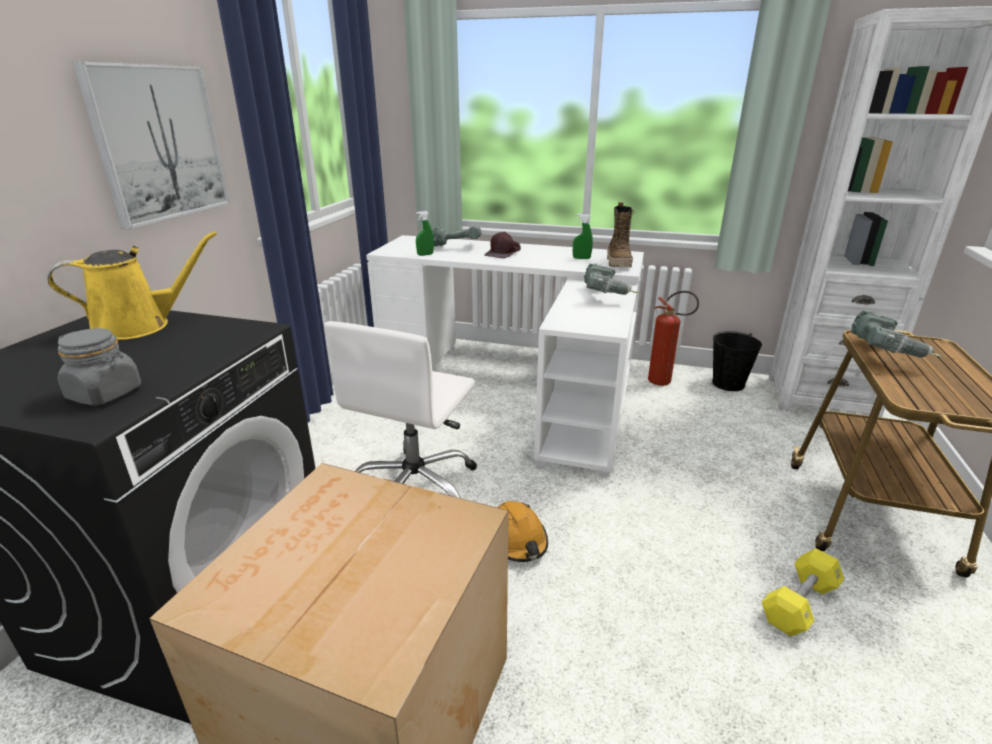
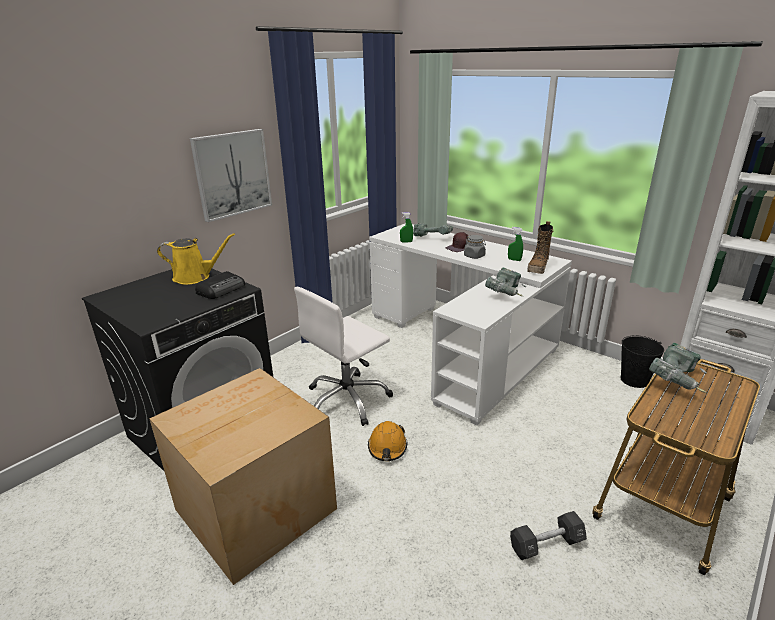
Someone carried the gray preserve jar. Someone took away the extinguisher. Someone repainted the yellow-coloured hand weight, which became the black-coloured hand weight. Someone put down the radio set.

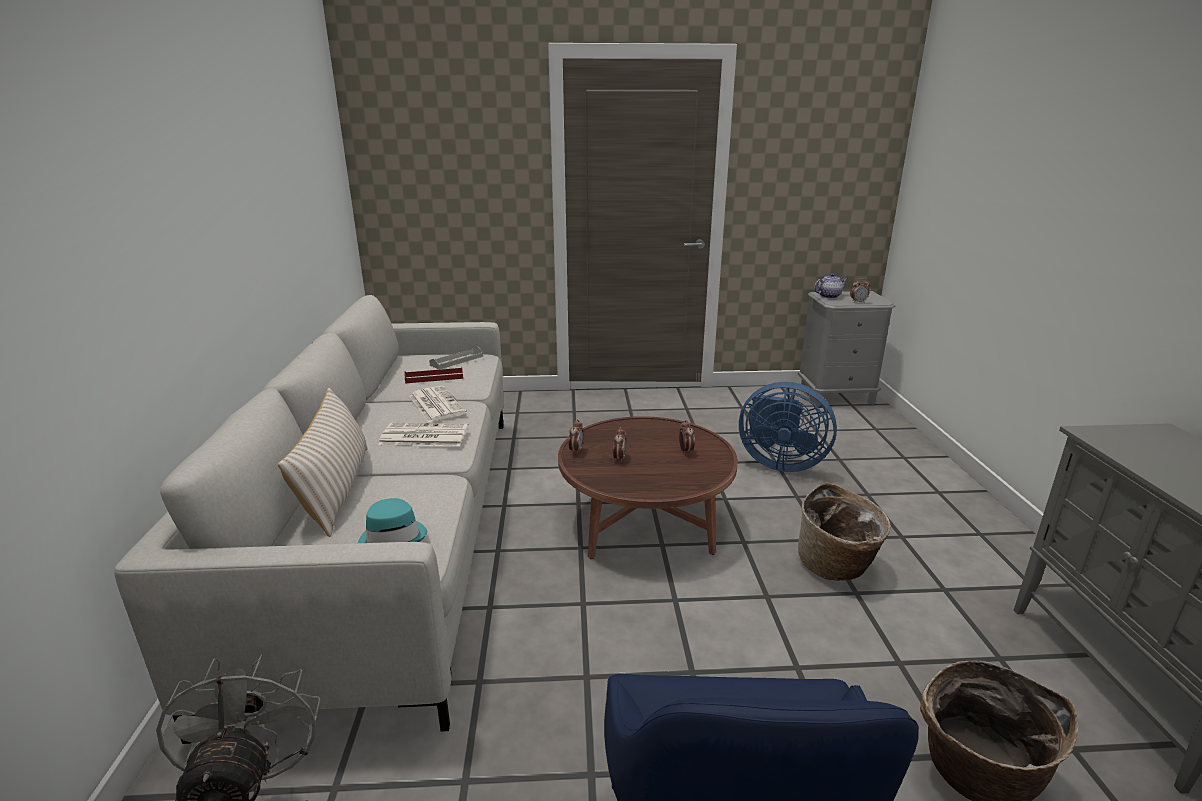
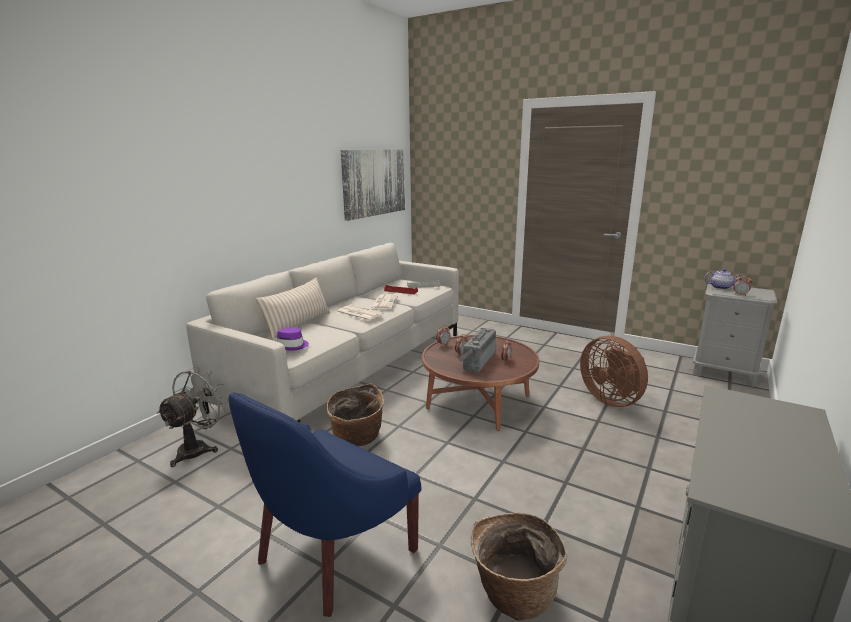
Someone repainted the turquoise-coloured wearable hat, which became the purple wearable hat. Someone repainted the bluish electric fan, which became the brownish electric fan. Someone carried the basket (no. 1 from left). Someone put up the picture. Someone put down the radio set.

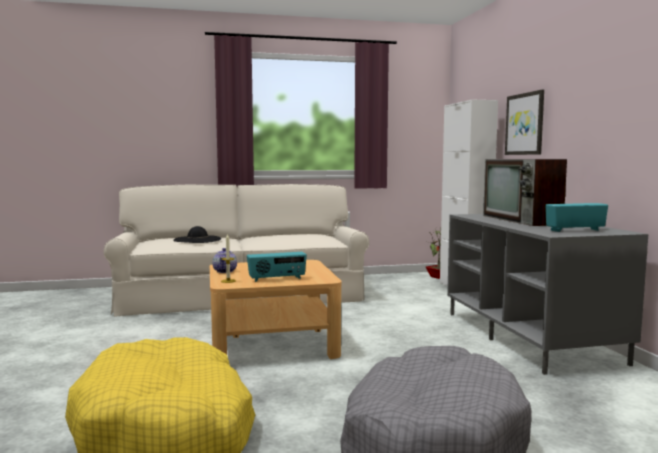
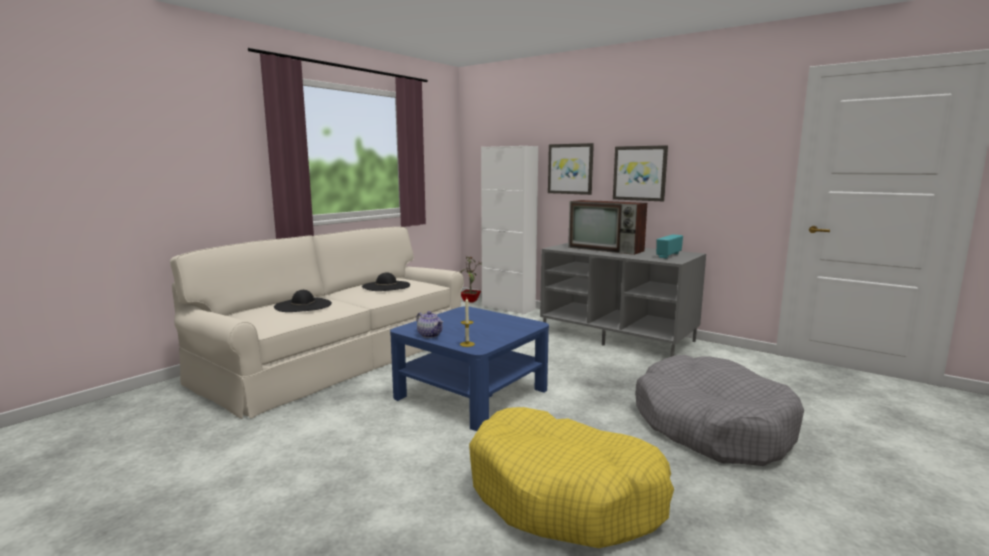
Someone repainted the beige-coloured coffee table, which became the bluish coffee table. Someone took away the radio set (no. 1 from left). Someone put down the black-coloured wearable hat (no. 2 from left). Someone put up the picture (no. 2 from left).

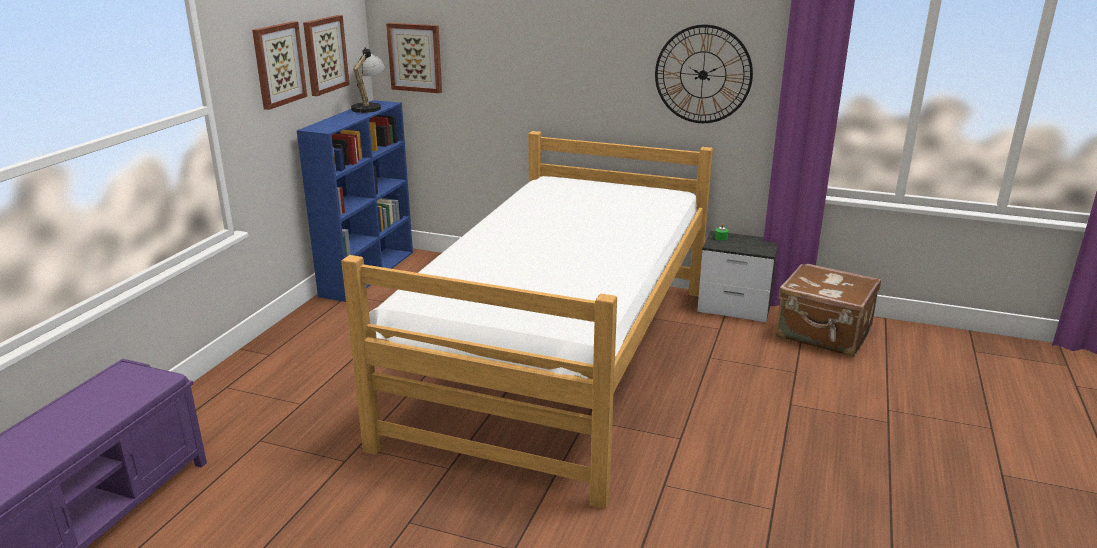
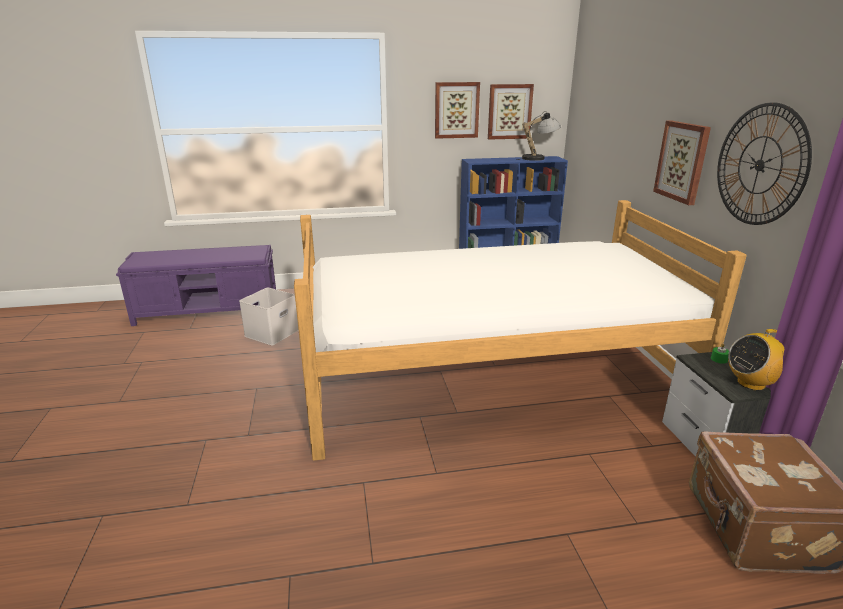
Someone carried the picture (no. 3 from left). Someone put down the white-coloured storage box. Someone put down the radio set.

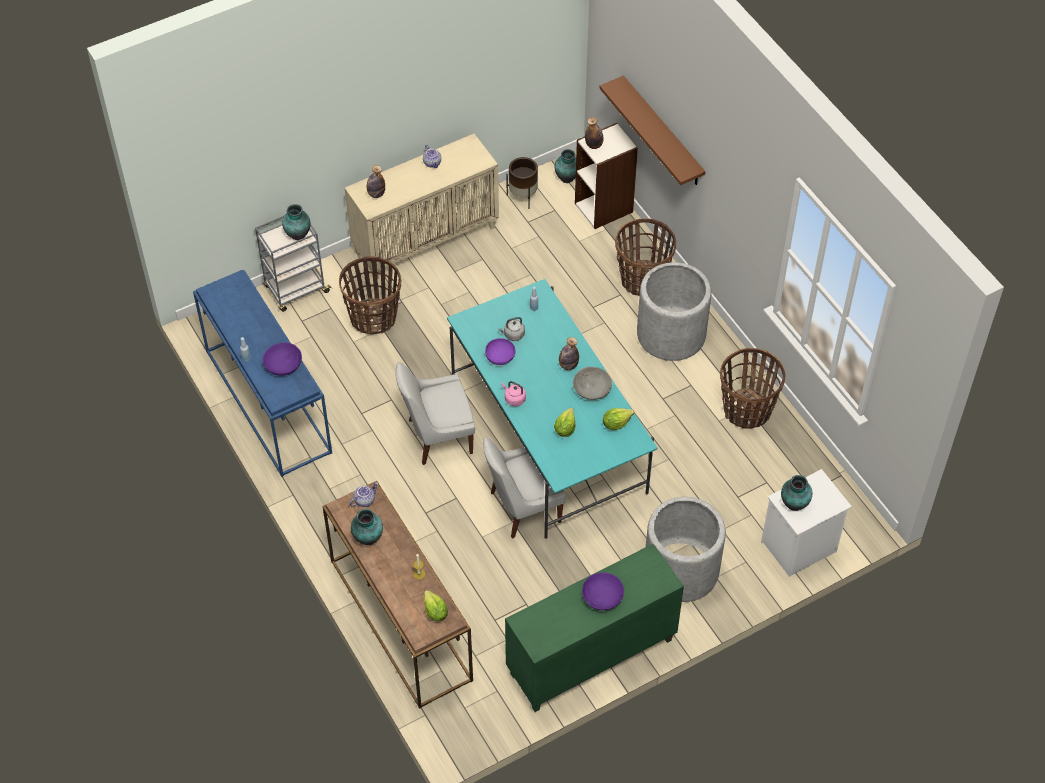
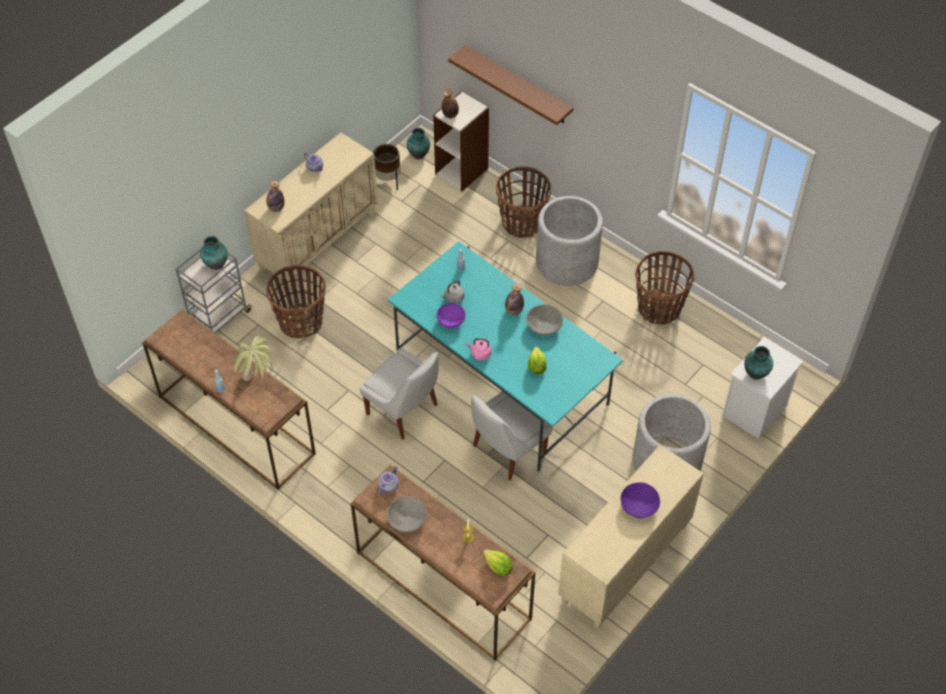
Someone repainted the bluish narrow table, which became the brownish narrow table (no. 1 from left). Someone swapped the purple deep dish (no. 1 from left) for the houseplant. Someone swapped the flower vase (no. 2 from left) for the gray deep dish (no. 1 from left). Someone rotated the white-coloured chair (no. 1 from left) by 105 degrees counterclockwise. Someone repainted the greenish cabinet, which became the beige-coloured cabinet (no. 2 from left). Someone took away the head of lettuce (no. 3 from left).

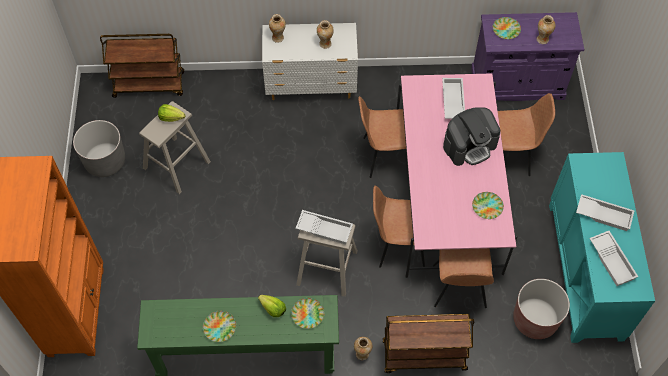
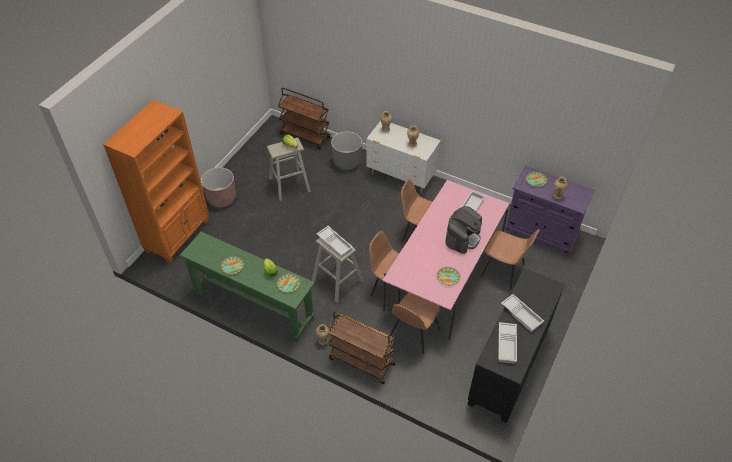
Someone carried the gray flower pot. Someone rotated the coffee maker by 60 degrees counterclockwise. Someone carried the brownish flower pot. Someone repainted the turquoise-coloured cabinet, which became the black-coloured cabinet.

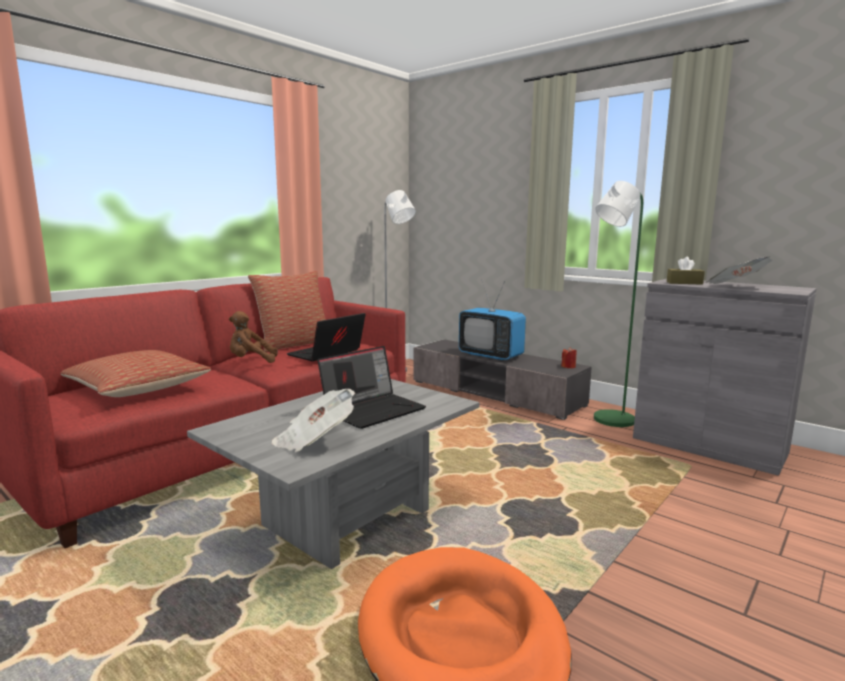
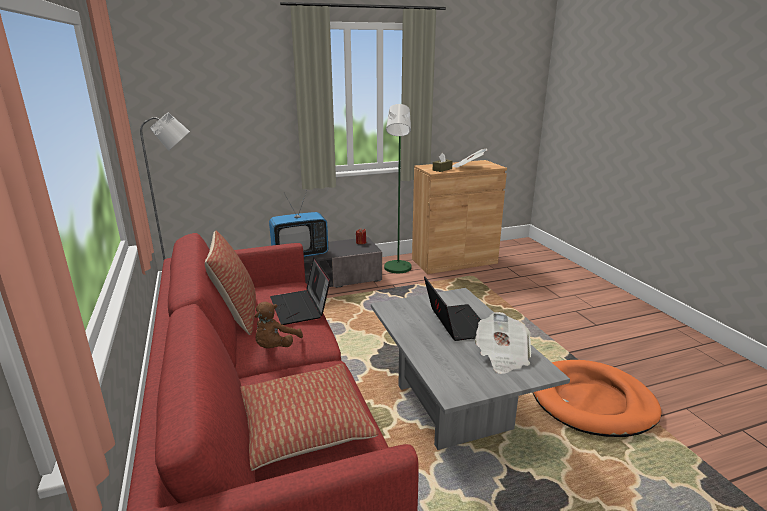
Someone repainted the gray cabinet, which became the brownish cabinet.

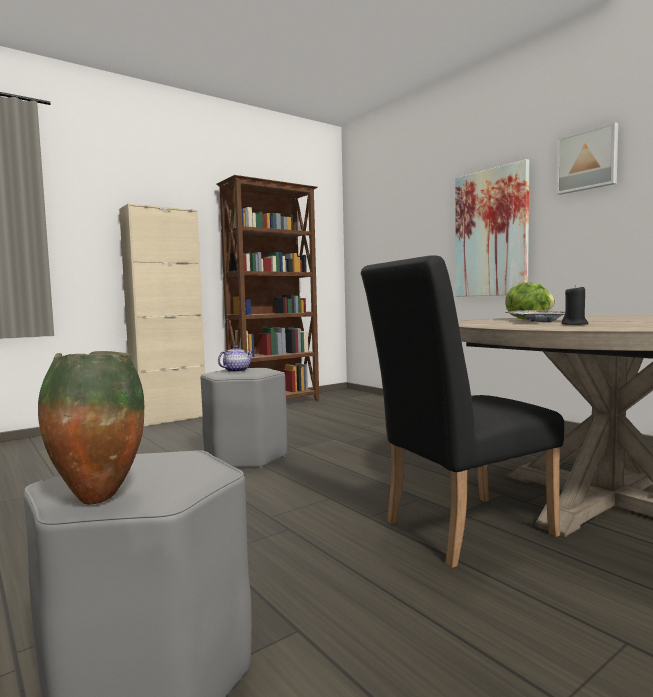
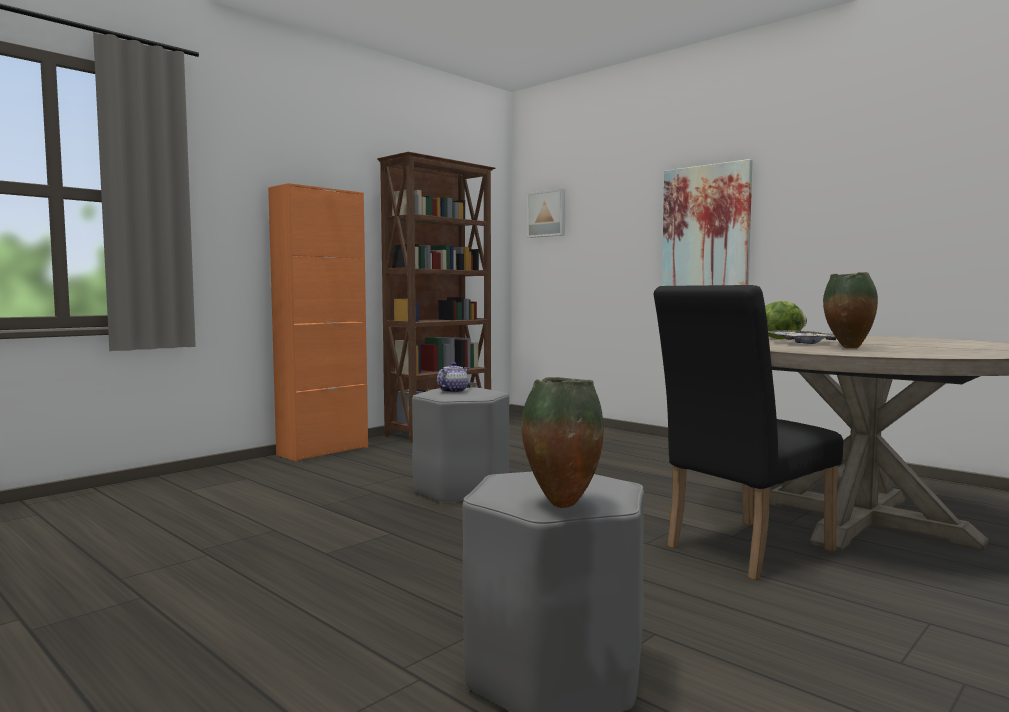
Someone repainted the beige-coloured cabinet, which became the orange cabinet. Someone carried the picture (no. 2 from left in the first image). Someone swapped the black-coloured candle for the flower vase (no. 2 from left).

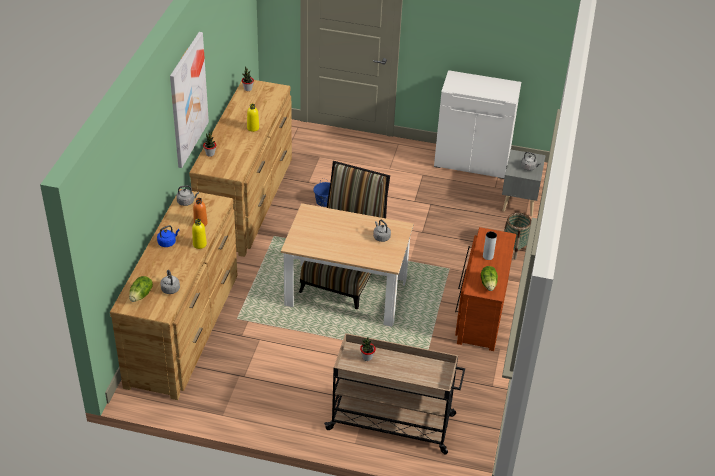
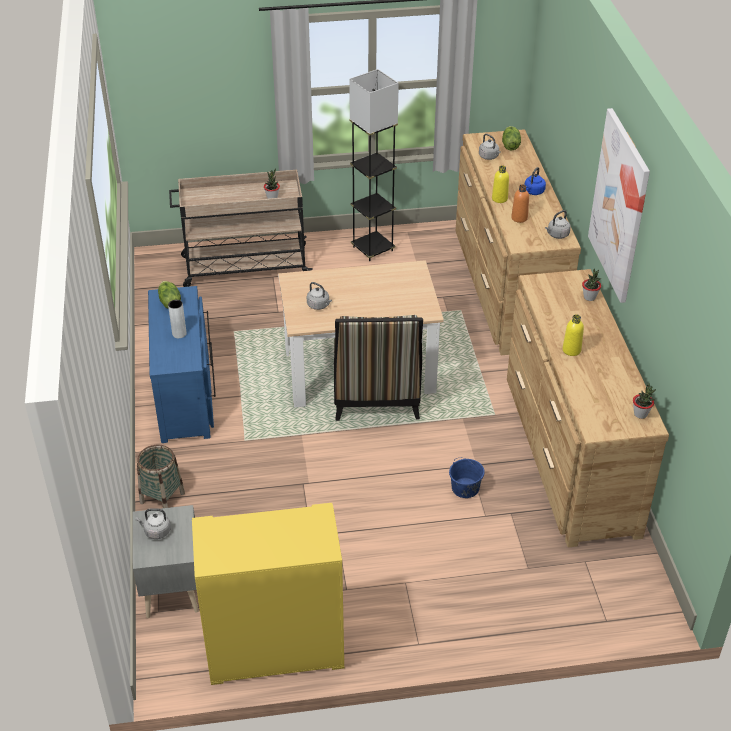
Someone repainted the white-coloured cabinet, which became the yellow-coloured cabinet. Someone repainted the brownish chest of drawers (no. 3 from left), which became the bluish chest of drawers. Someone put down the gray standard lamp.

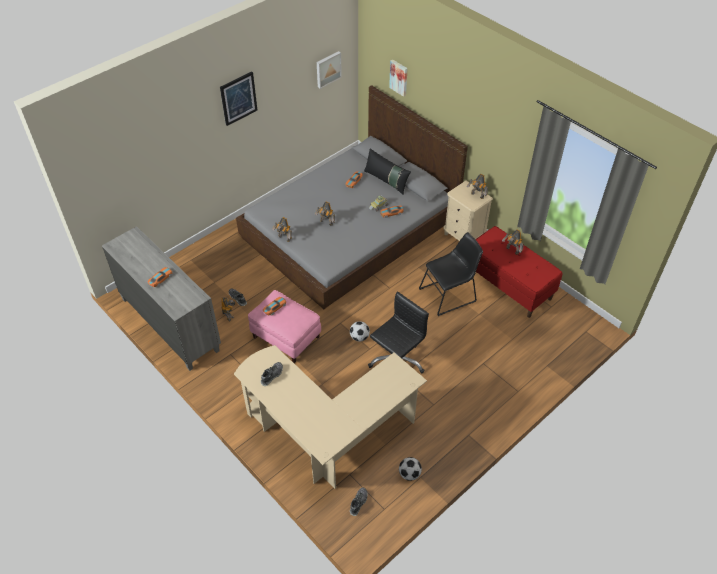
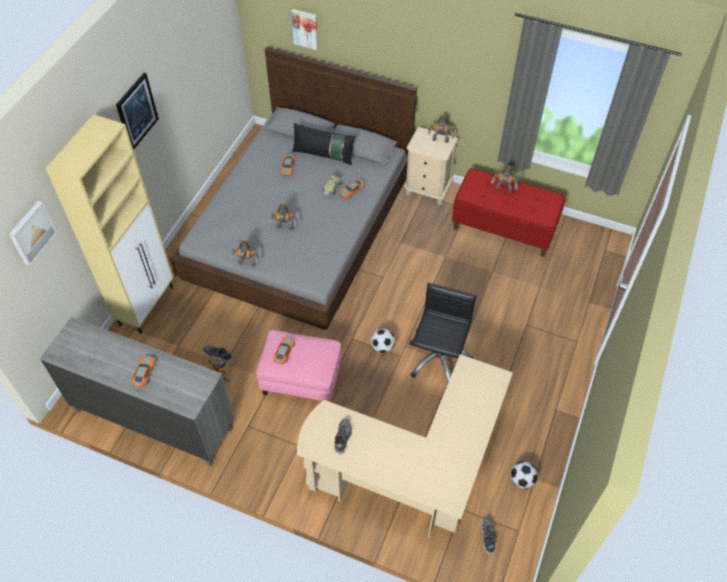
Someone carried the picture (no. 2 from left in the first image). Someone took away the black-coloured chair. Someone put down the beige-coloured cabinet.

